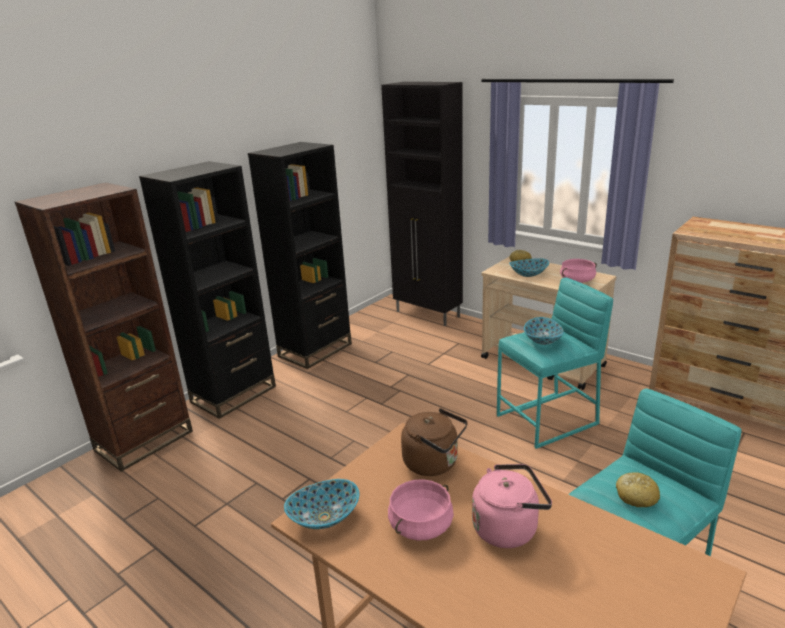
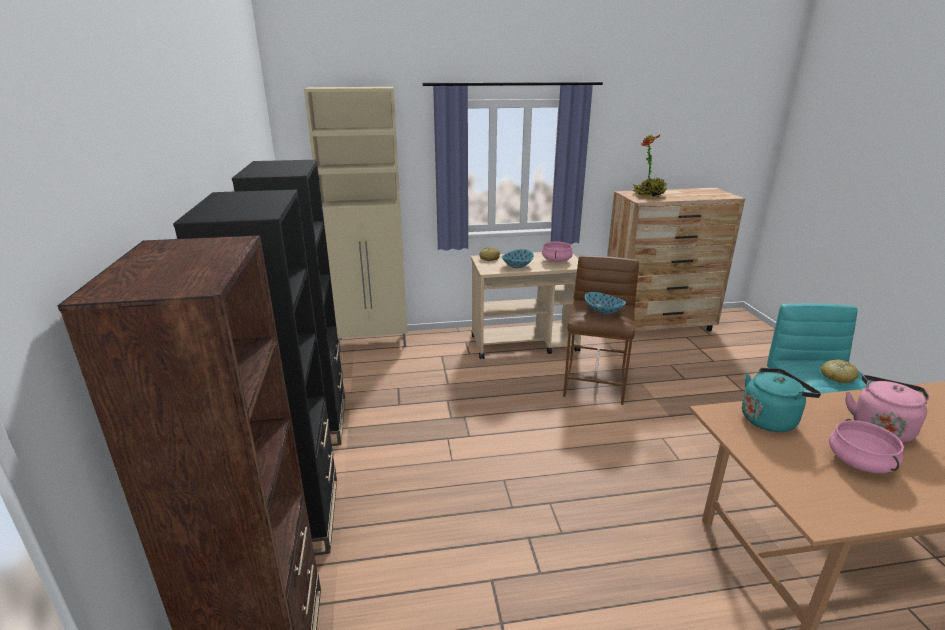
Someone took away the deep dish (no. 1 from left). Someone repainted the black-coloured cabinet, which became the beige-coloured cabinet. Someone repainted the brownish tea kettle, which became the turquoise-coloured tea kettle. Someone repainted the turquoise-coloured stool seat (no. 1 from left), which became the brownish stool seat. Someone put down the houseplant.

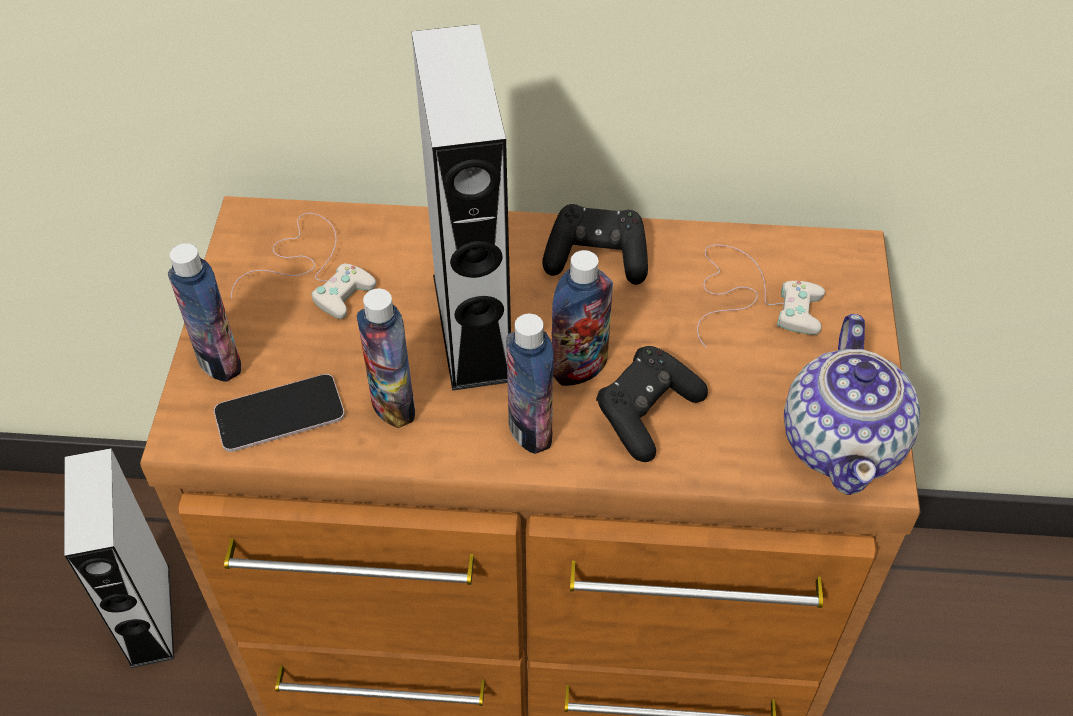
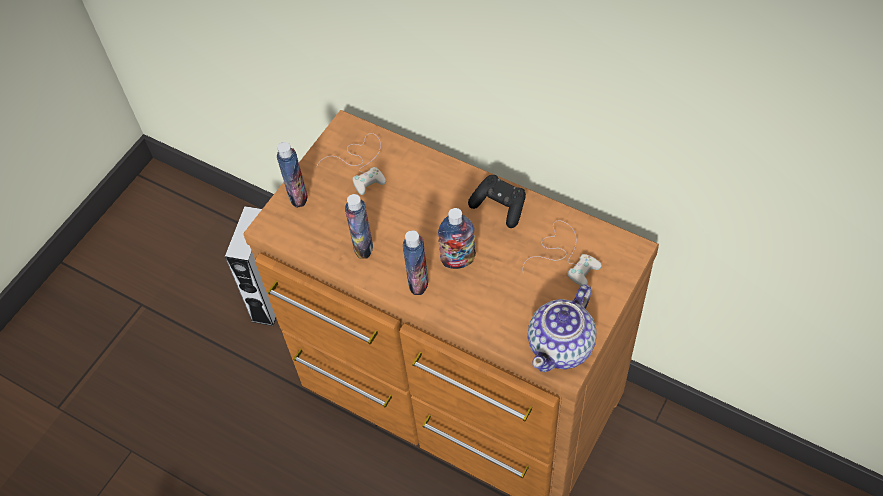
Someone took away the phone. Someone took away the gray audio speaker (no. 2 from left). Someone took away the black-coloured game controller (no. 2 from left).

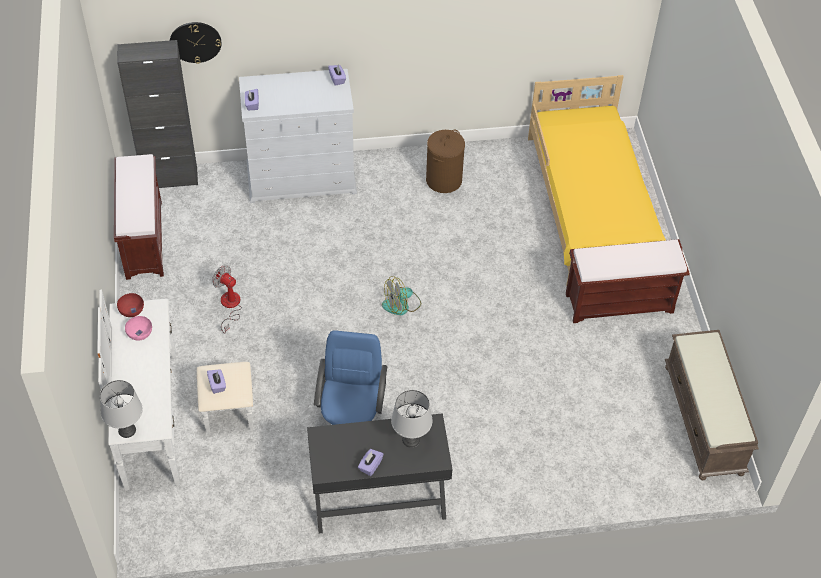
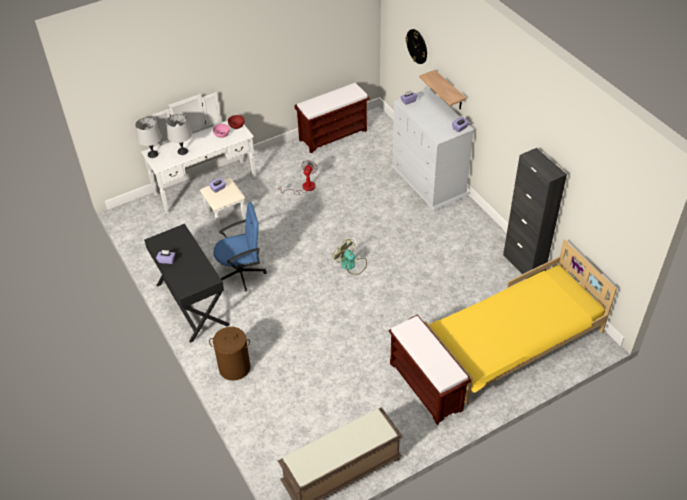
Someone carried the black-coloured cabinet. Someone carried the gray lamp for a table (no. 2 from left). Someone carried the brownish hamper. Someone put up the wall shelf.

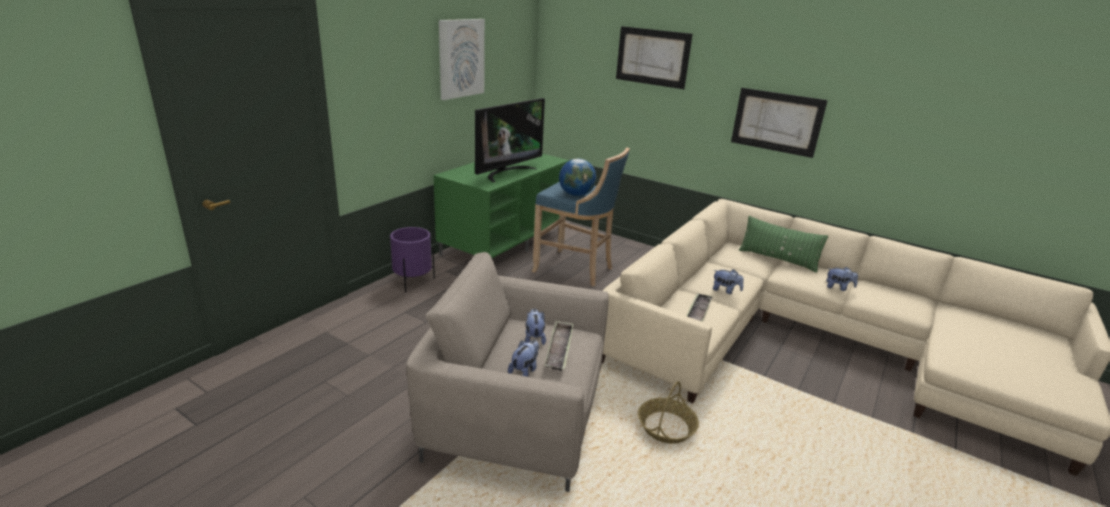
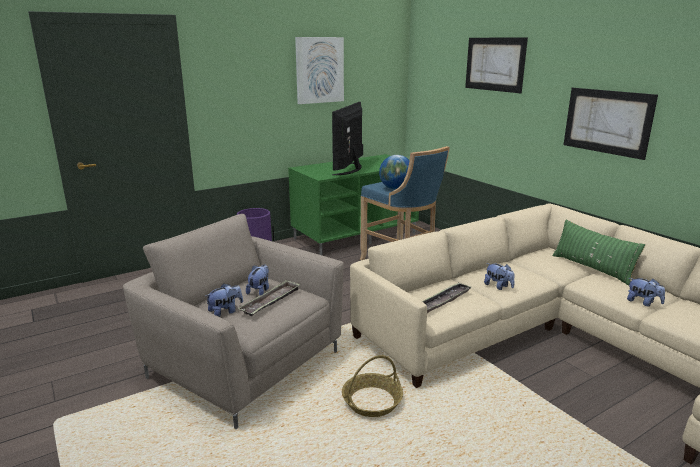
Someone rotated the TV set by 135 degrees clockwise.

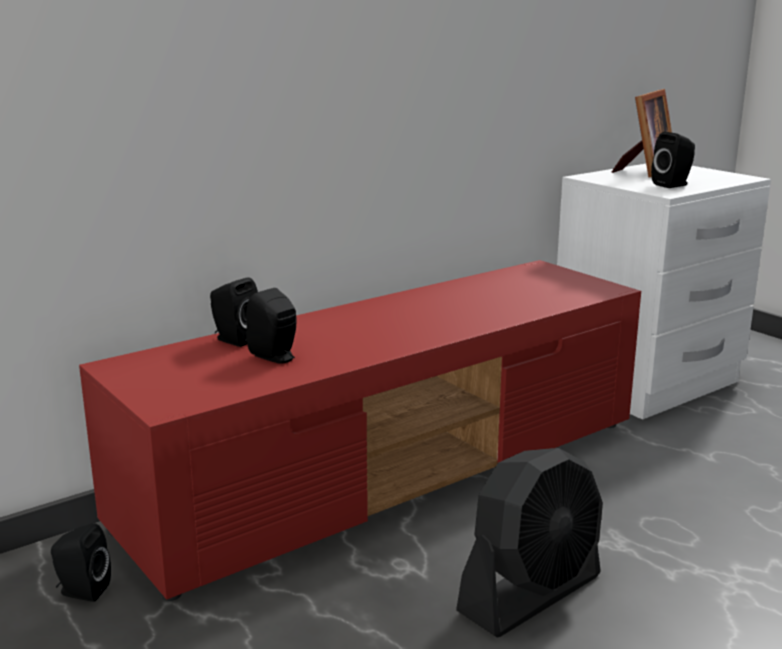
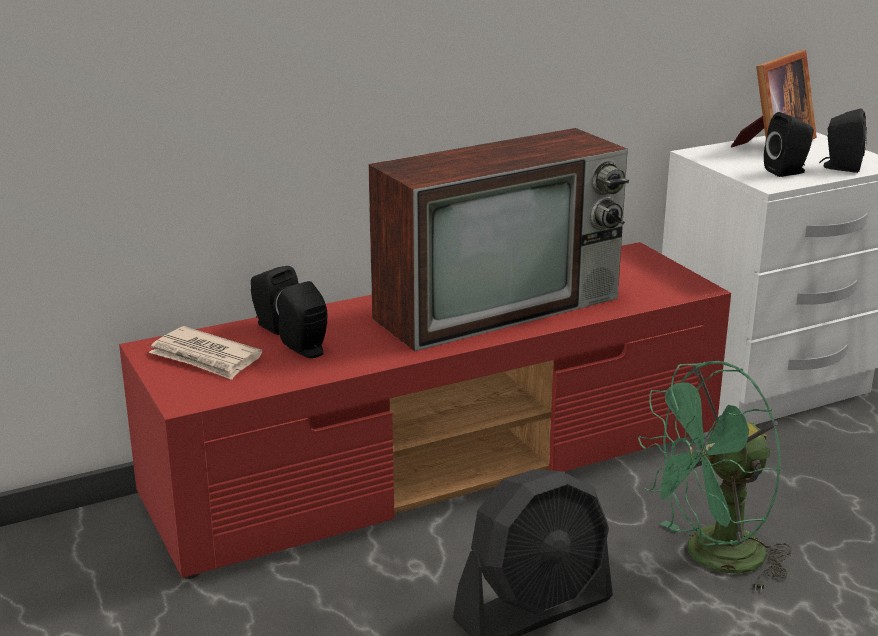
Someone carried the black-coloured audio speaker (no. 1 from left in the first image). Someone put down the newspaper. Someone put down the TV set. Someone put down the greenish electric fan.

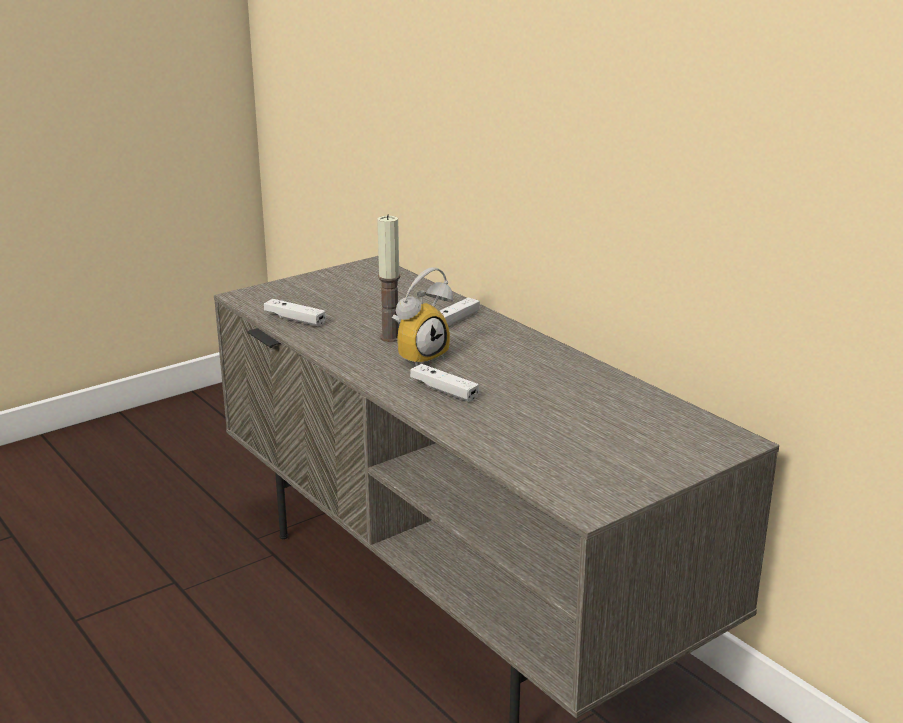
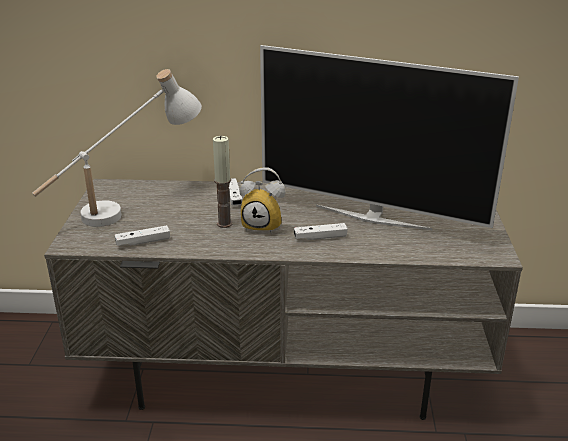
Someone rotated the alarm clock by 105 degrees clockwise. Someone put down the white-coloured lamp for a table. Someone put down the TV set.

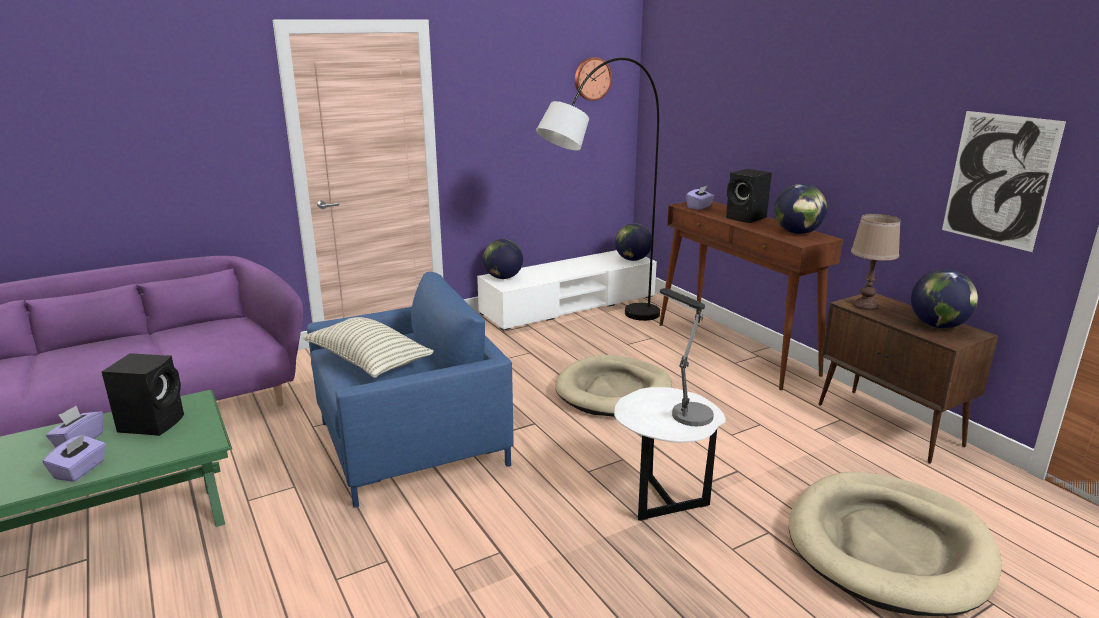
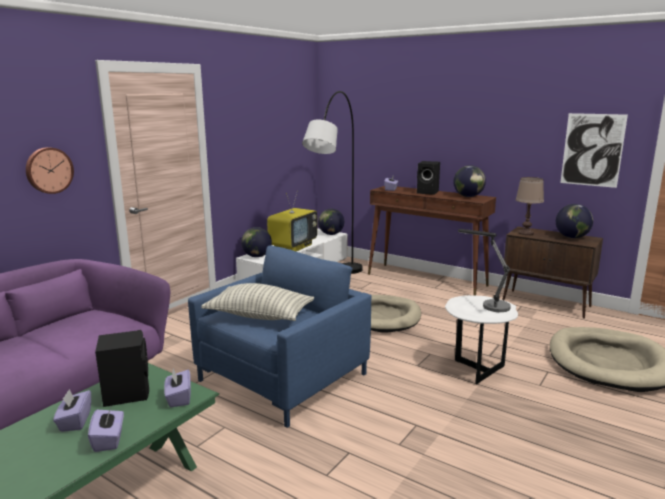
Someone carried the clock on the wall. Someone put down the purple tissue holder (no. 3 from left). Someone put down the TV set.

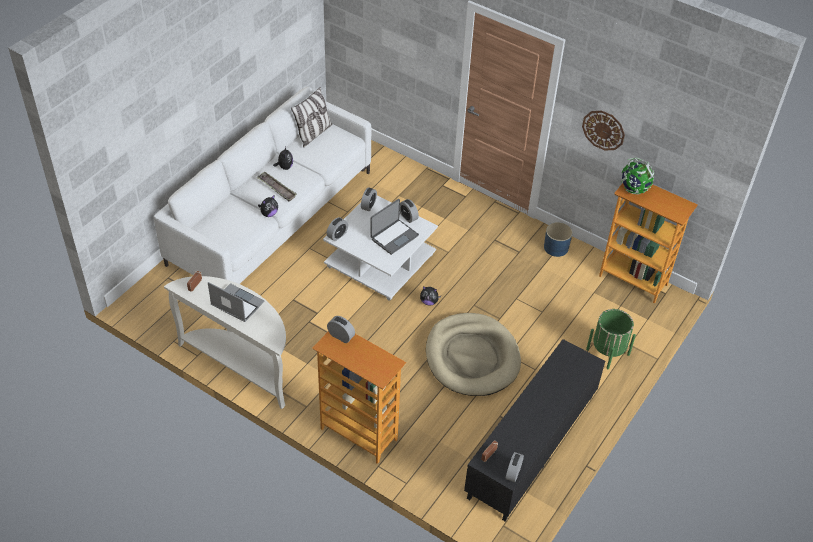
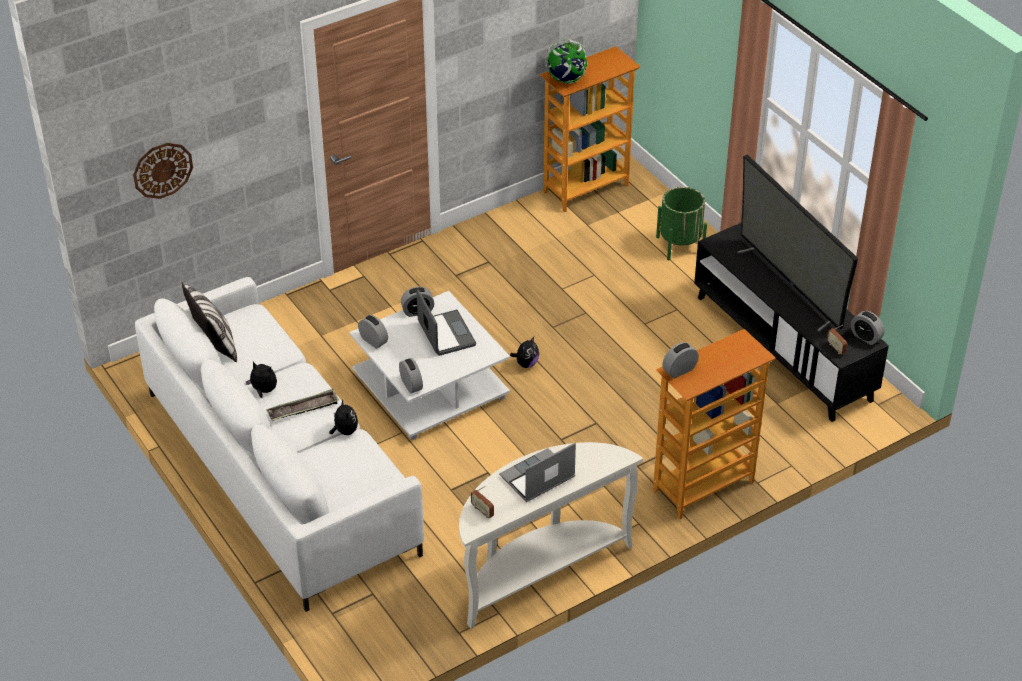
Someone took away the beige-coloured dog cushion. Someone took away the bluish flower pot. Someone carried the clock on the wall. Someone put down the TV set.

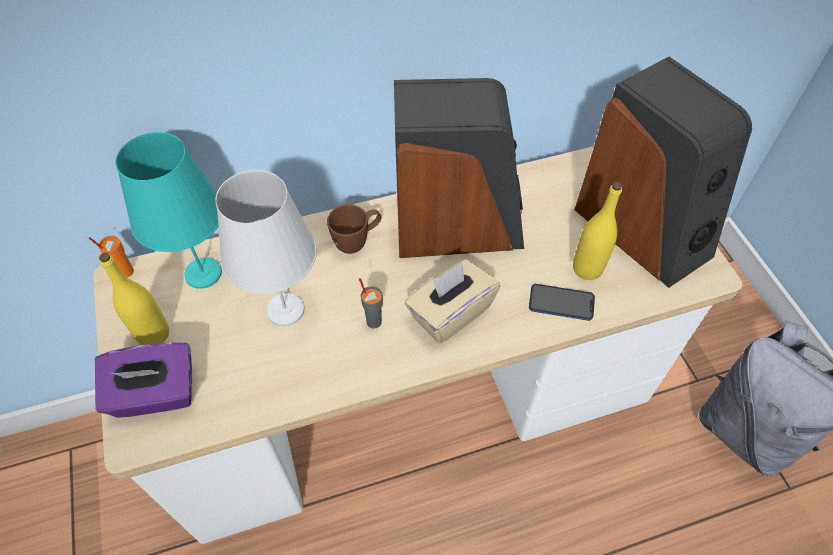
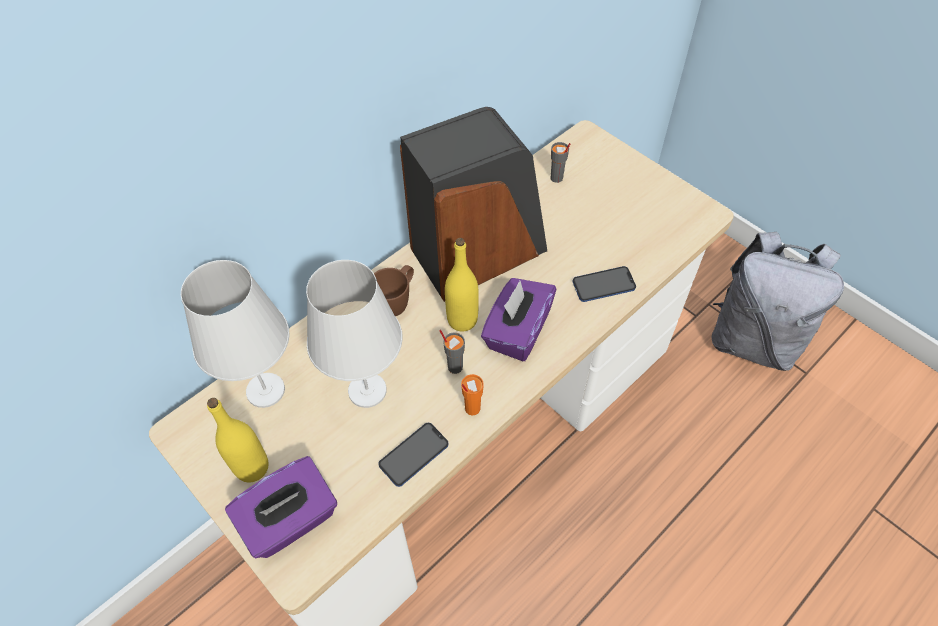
Someone carried the orange cup. Someone repainted the turquoise-coloured lamp for a table, which became the white-coloured lamp for a table (no. 1 from left). Someone repainted the beige-coloured tissue holder, which became the purple tissue holder (no. 2 from left). Someone carried the yellow-coloured drink bottle (no. 2 from left). Someone took away the audio speaker (no. 2 from left). Someone put down the phone (no. 1 from left). Someone put down the gray cup (no. 2 from left).

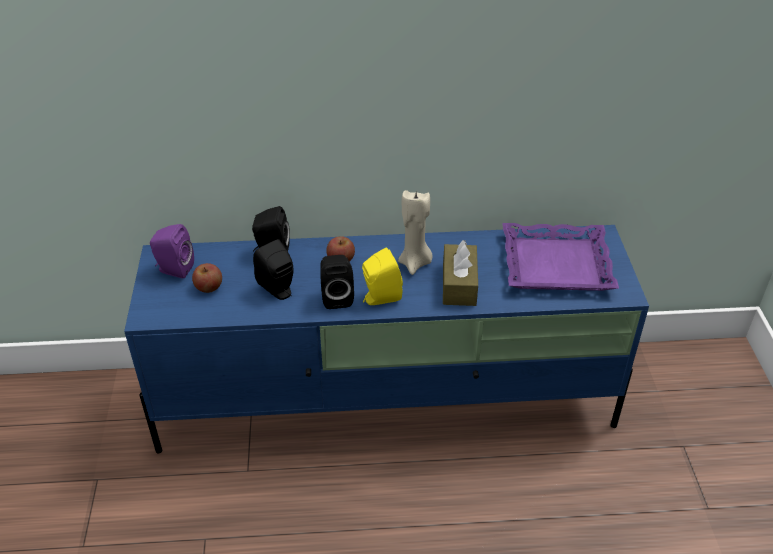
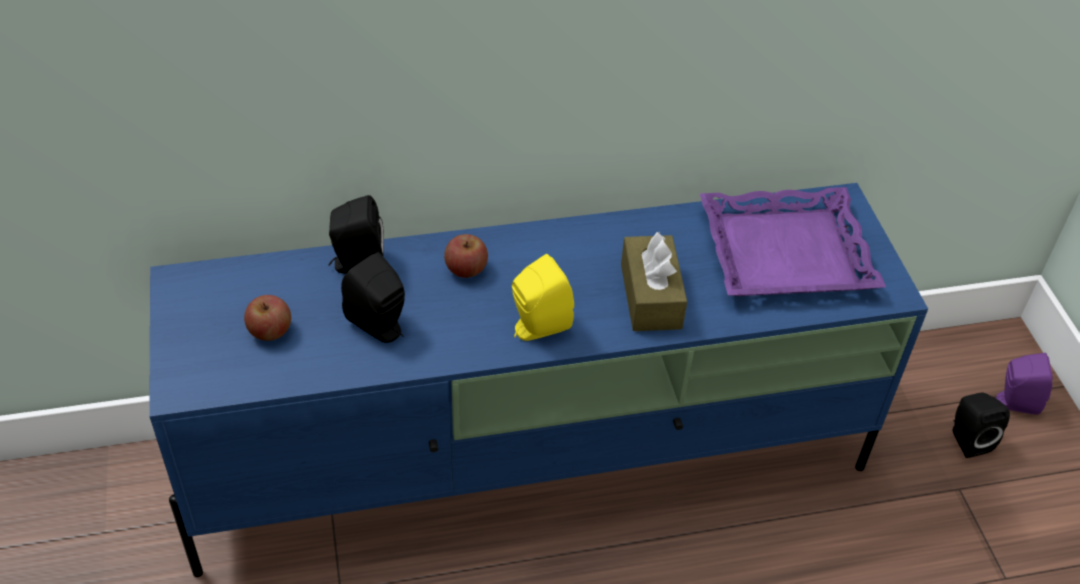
Someone carried the purple audio speaker. Someone carried the black-coloured audio speaker (no. 3 from left). Someone took away the beige-coloured candle.

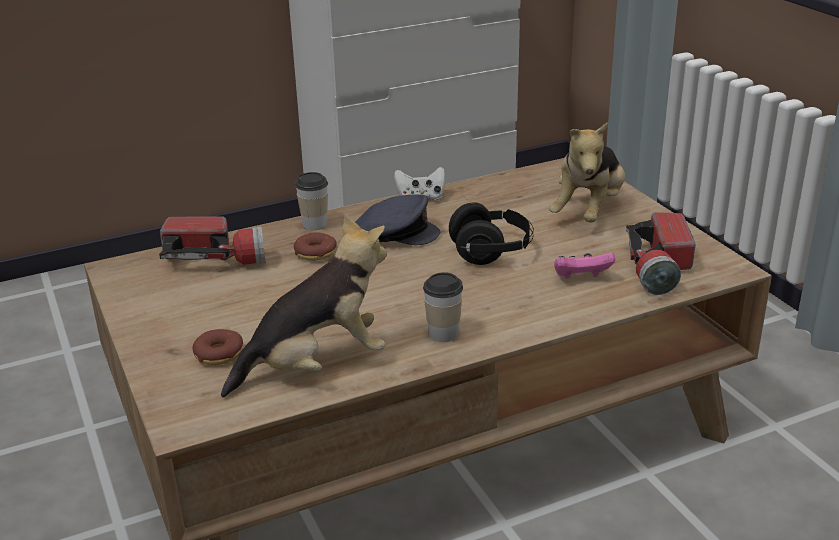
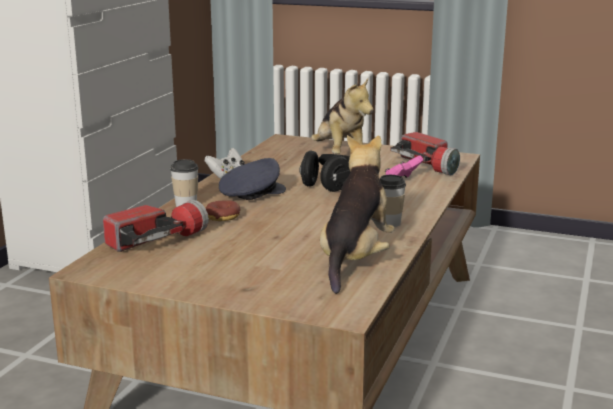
Someone took away the doughnut (no. 1 from left).

